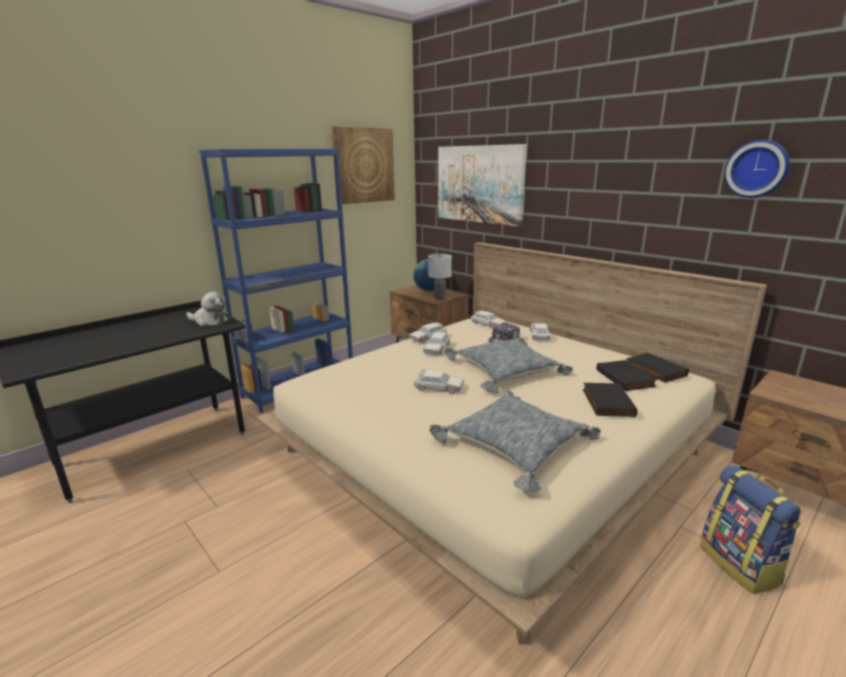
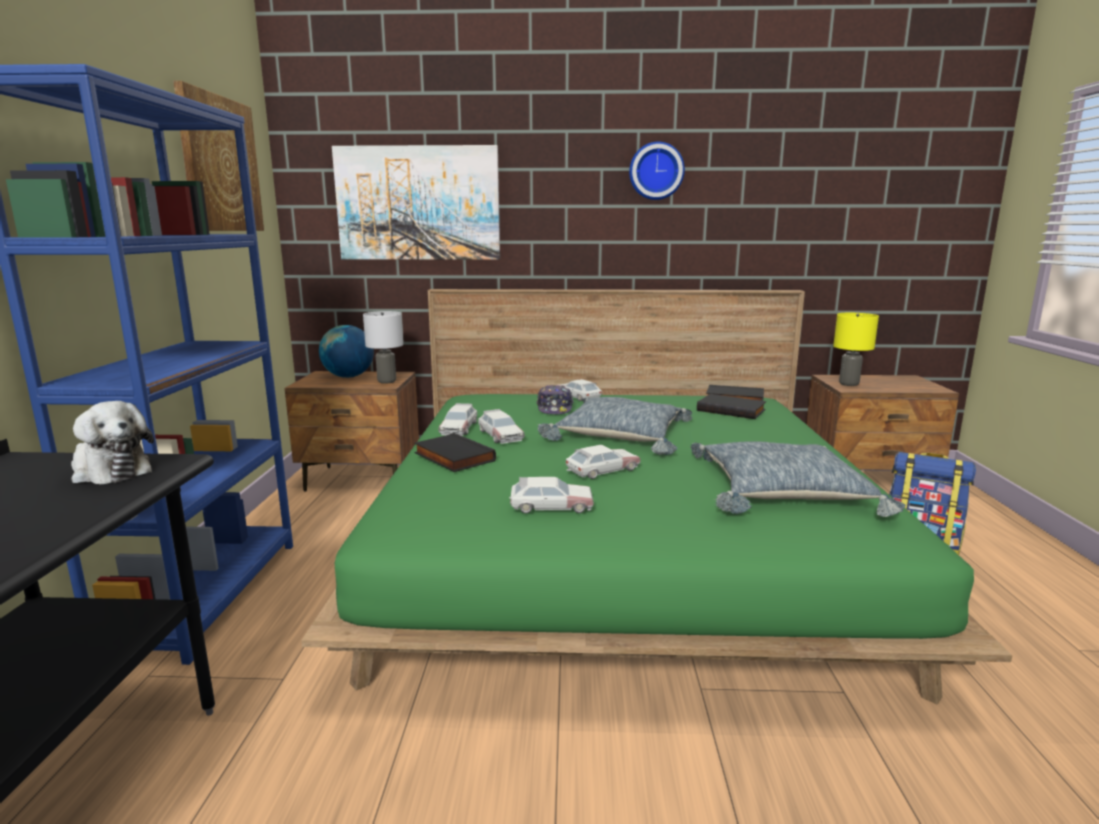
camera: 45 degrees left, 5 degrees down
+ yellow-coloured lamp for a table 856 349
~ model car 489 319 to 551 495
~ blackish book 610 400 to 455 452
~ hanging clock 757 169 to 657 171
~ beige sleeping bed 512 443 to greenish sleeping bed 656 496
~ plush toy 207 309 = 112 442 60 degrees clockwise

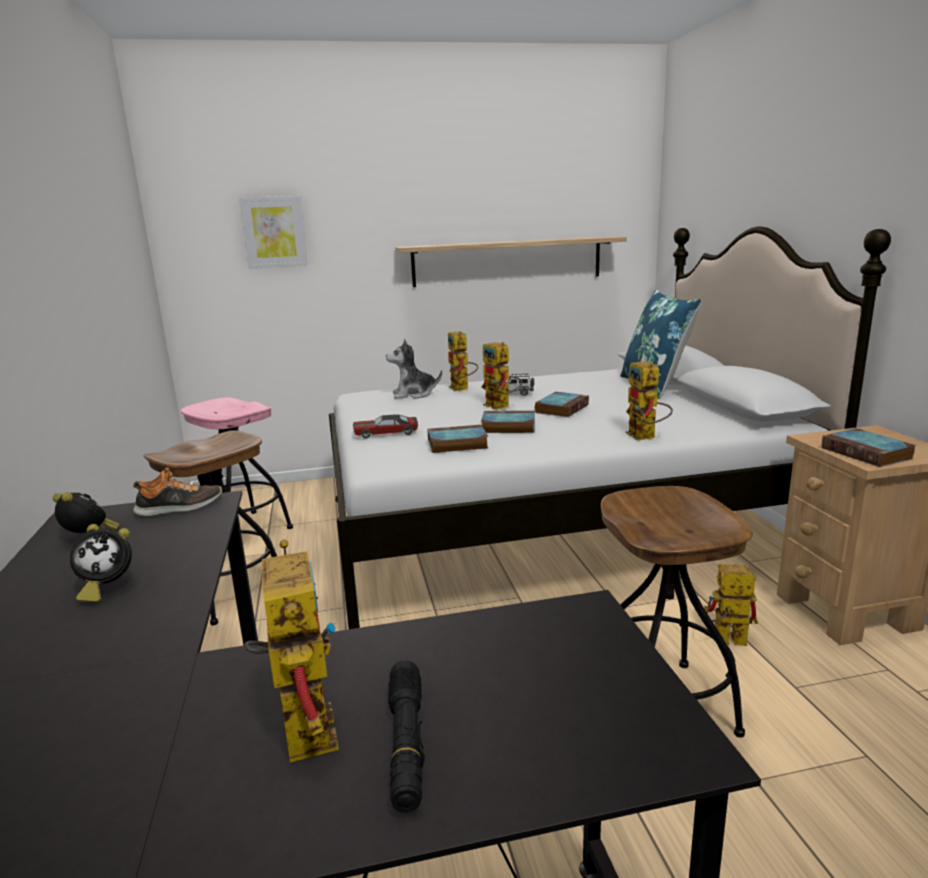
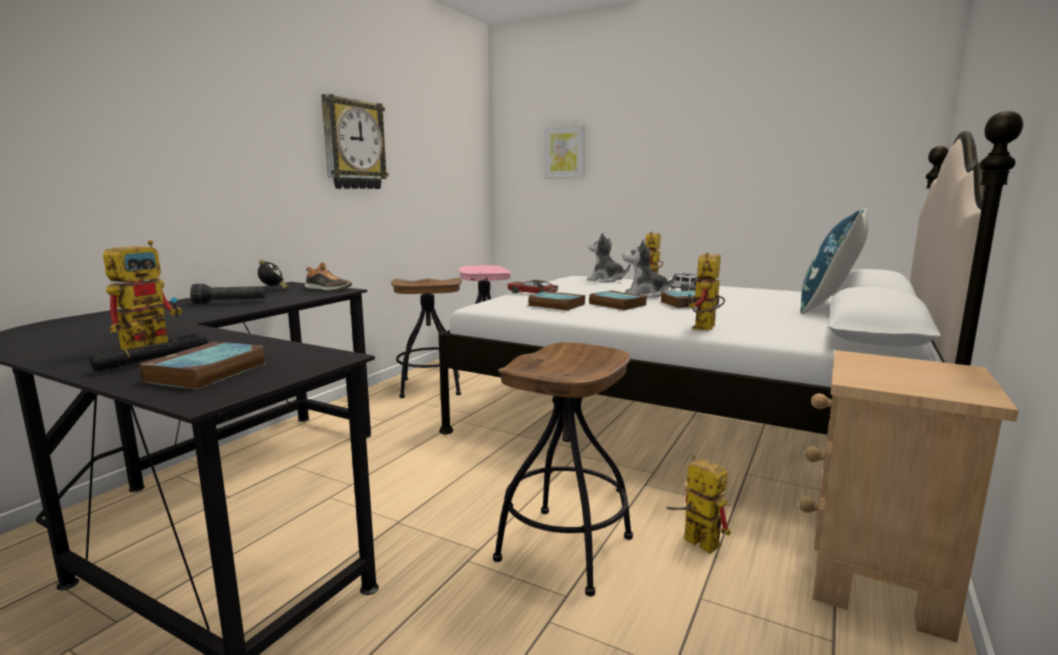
camera: 40 degrees right, 5 degrees down
- shelf 511 262
+ hanging clock 355 141
~ book 868 447 to 202 365
~ bedside clock 101 563 to blackish hand torch 228 294
~ toy robot 501 376 to plush toy 649 269

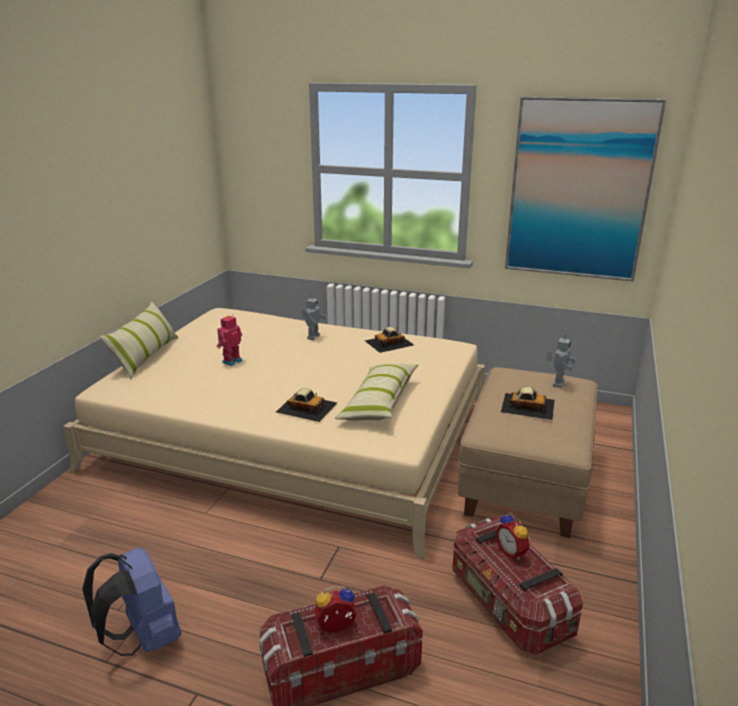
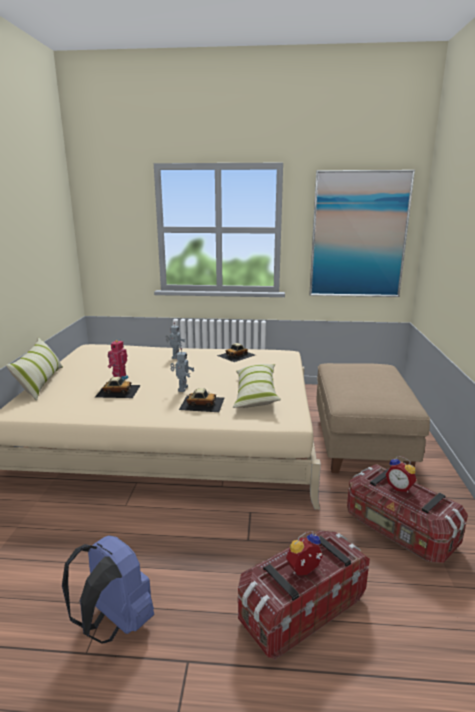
camera: 15 degrees left, 5 degrees down
~ model car 528 403 to 118 387
~ toy robot 561 361 to 182 370

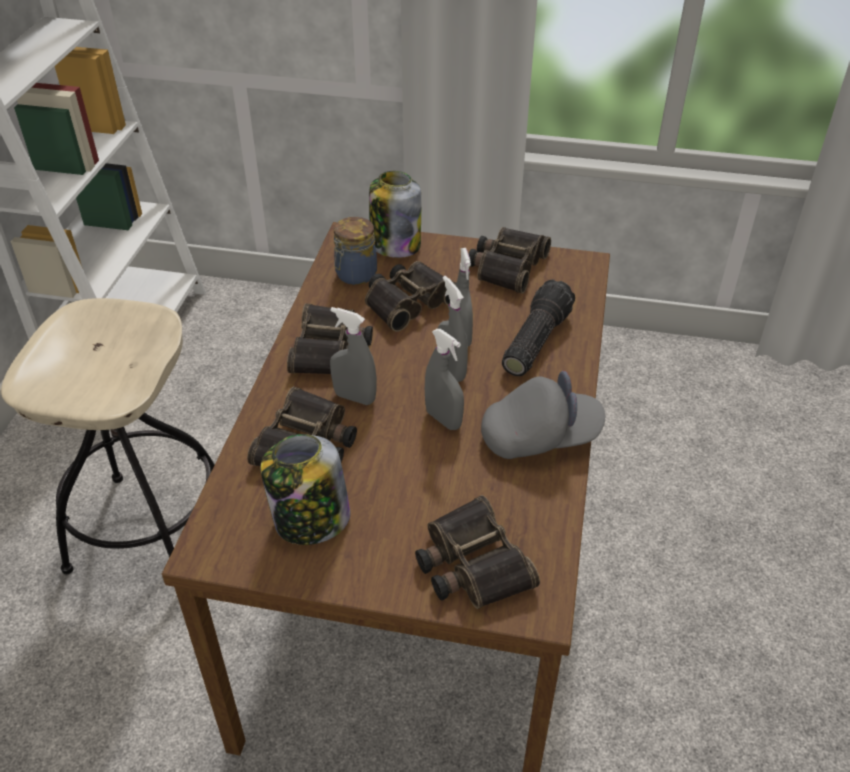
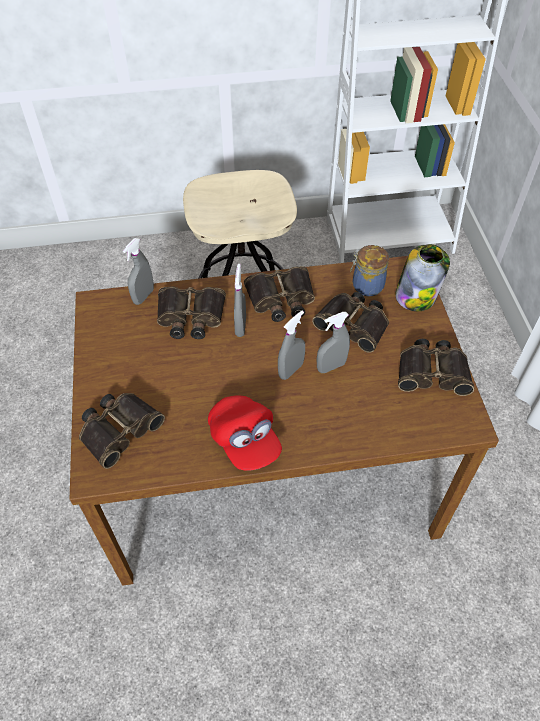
camera: 70 degrees right, 10 degrees up
- preserve jar 305 489
- hand torch 538 328
~ gray hand sprayer 444 379 to 138 271
~ gray cap 543 415 to reddish cap 245 433

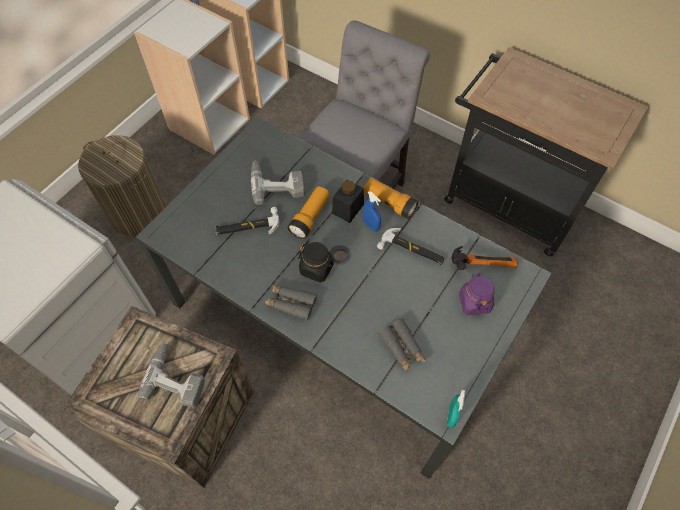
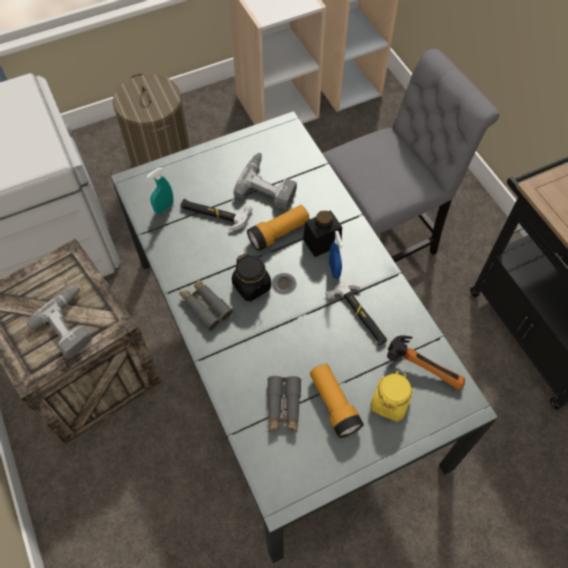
camera: 30 degrees right, 0 degrees up
~ hand torch 391 198 to 337 401
~ turquoise-coloured hand sprayer 456 409 to 160 190
~ purple preserve jar 476 294 to yellow-coloured preserve jar 391 395

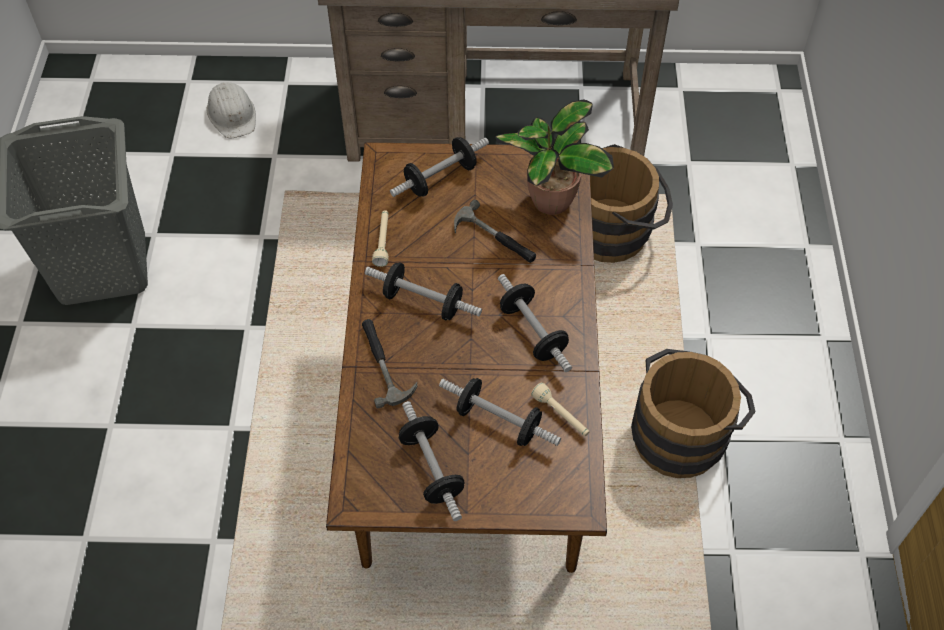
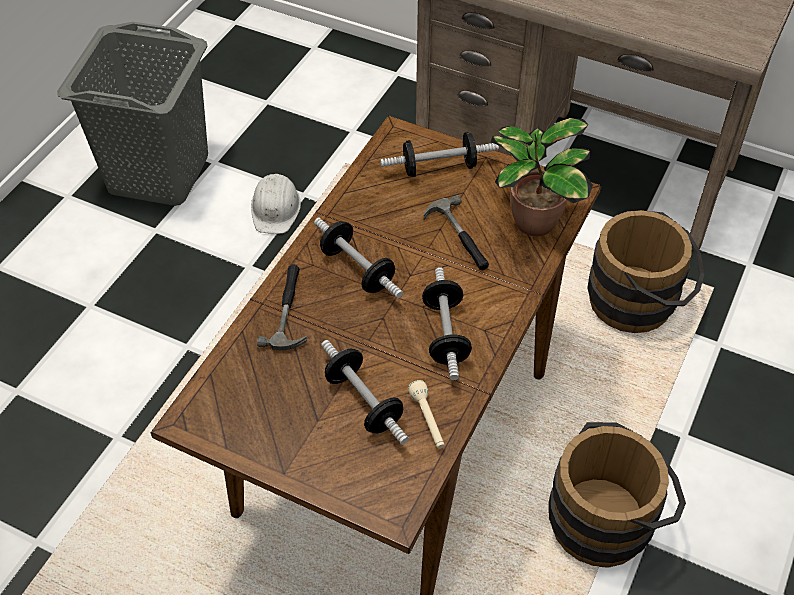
camera: 25 degrees right, 5 degrees down
- beige hand torch 380 238
- dumbbell 432 461
~ white hard hat 231 110 to 276 204

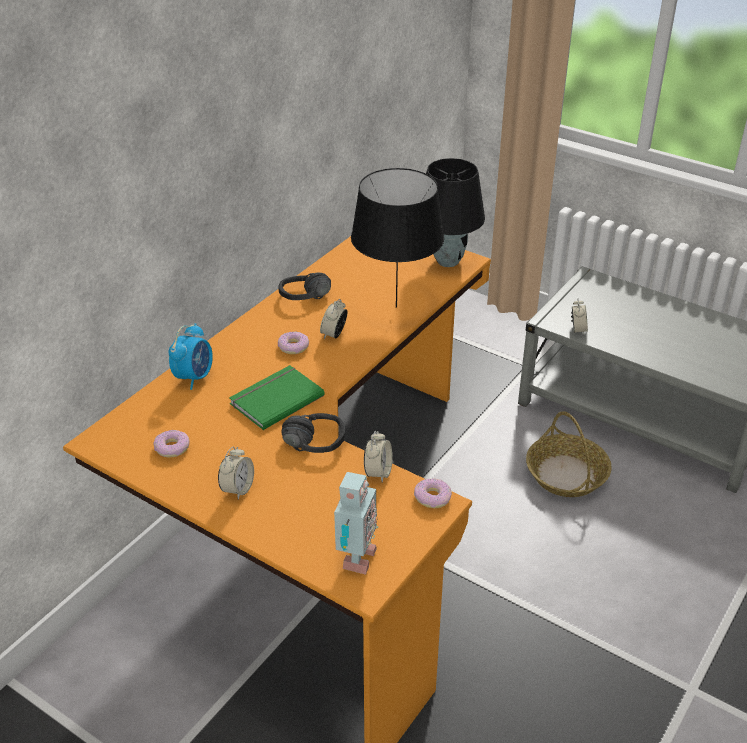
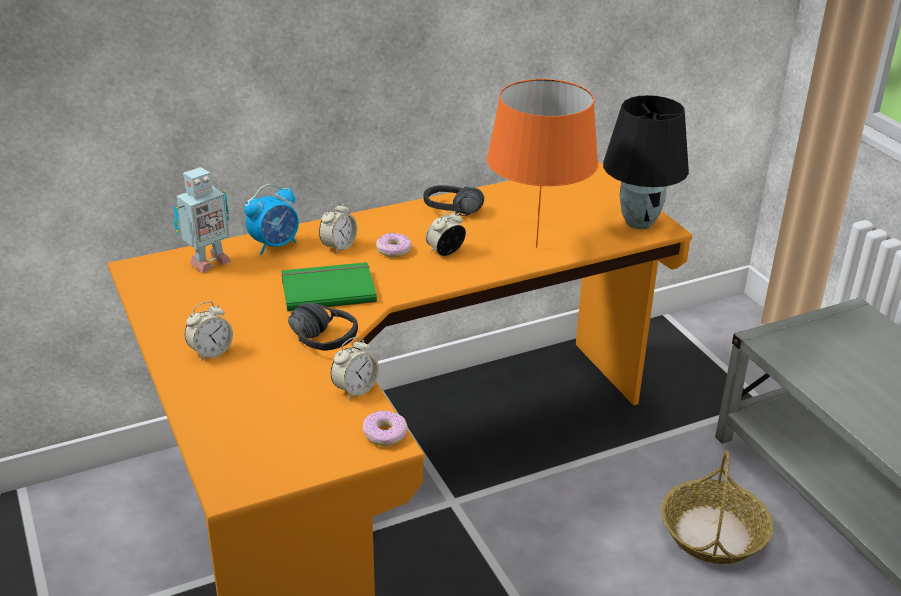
camera: 30 degrees right, 5 degrees down
- donut 172 444
~ toy robot 356 523 to 202 220
~ bedside clock 579 316 to 338 227
~ blackish lamp for a table 397 238 to orange lamp for a table 542 163

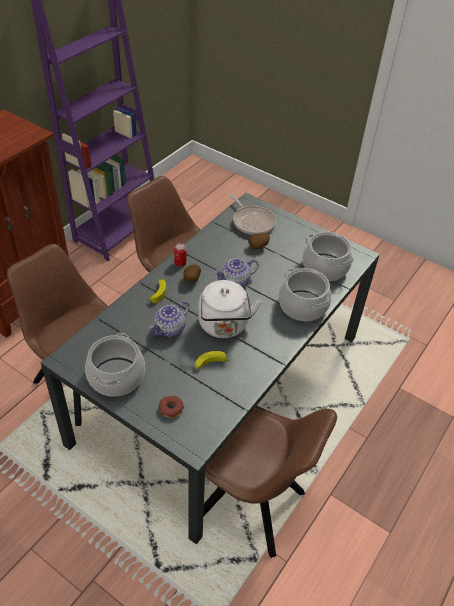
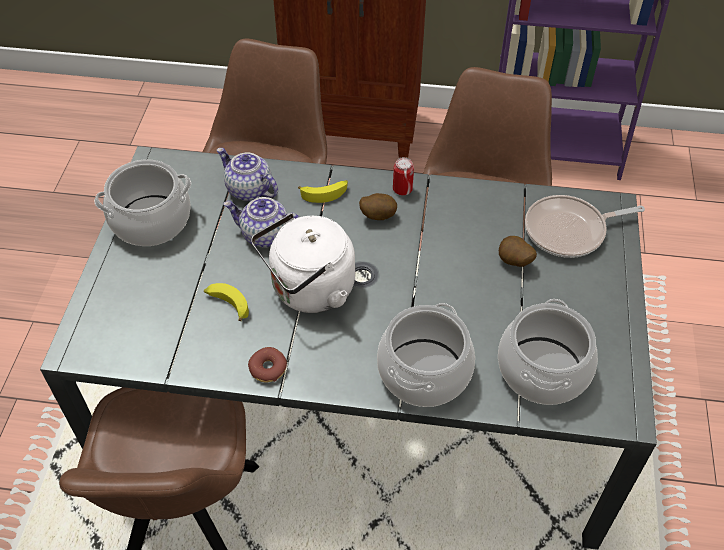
camera: 65 degrees right, 5 degrees up
~ donut 171 407 to 267 364
~ teapot 236 272 to 247 174
~ frying pan 253 214 = 585 226 45 degrees clockwise

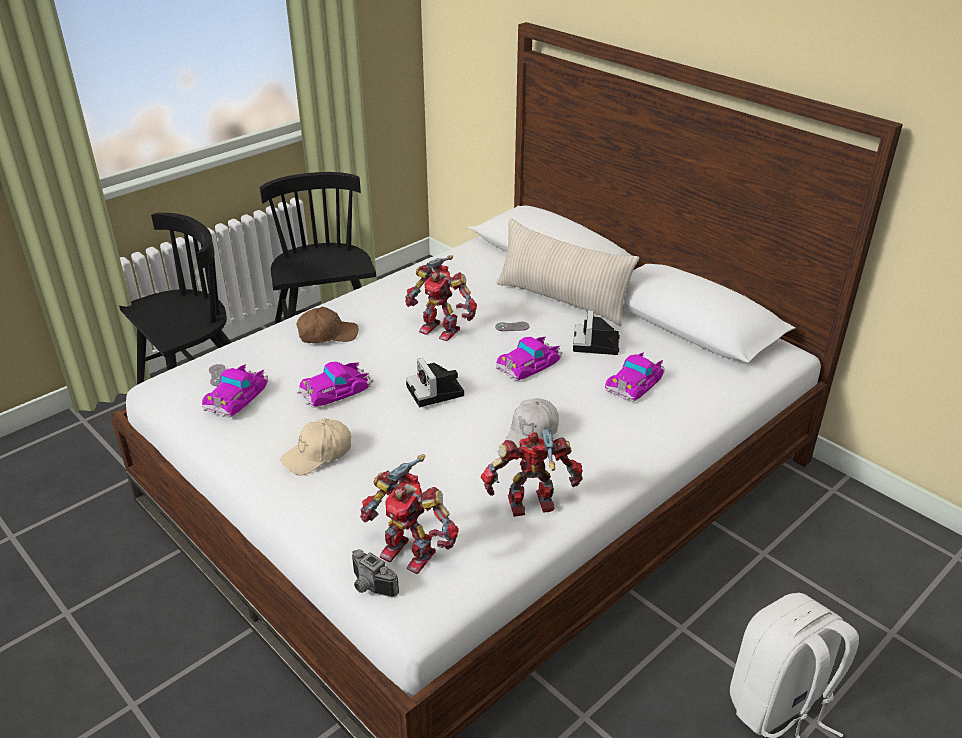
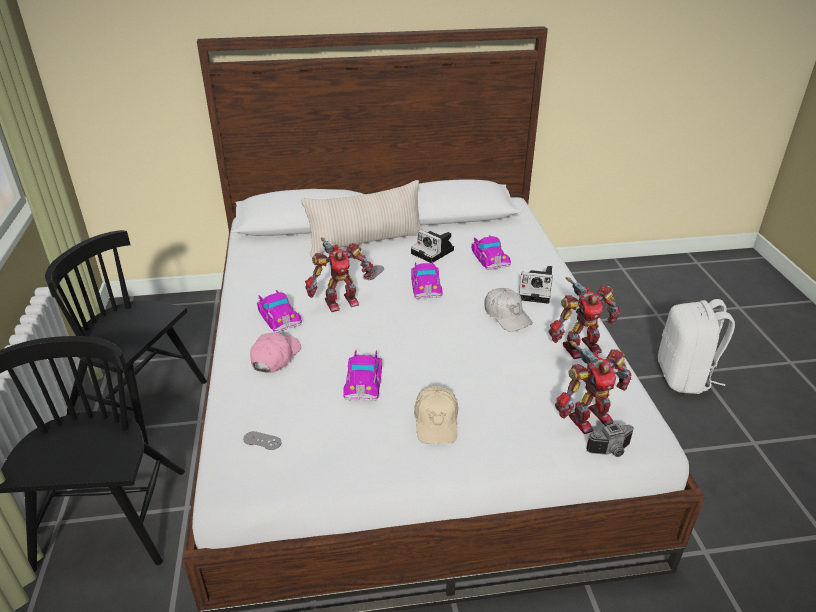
camera: 55 degrees left, 0 degrees up
~ model car 235 390 to 279 311
~ still camera 435 382 to 536 285
~ brown-coloured cap 327 325 to pinkish cap 275 353
~ toy robot 532 472 = 584 318 135 degrees counterclockwise

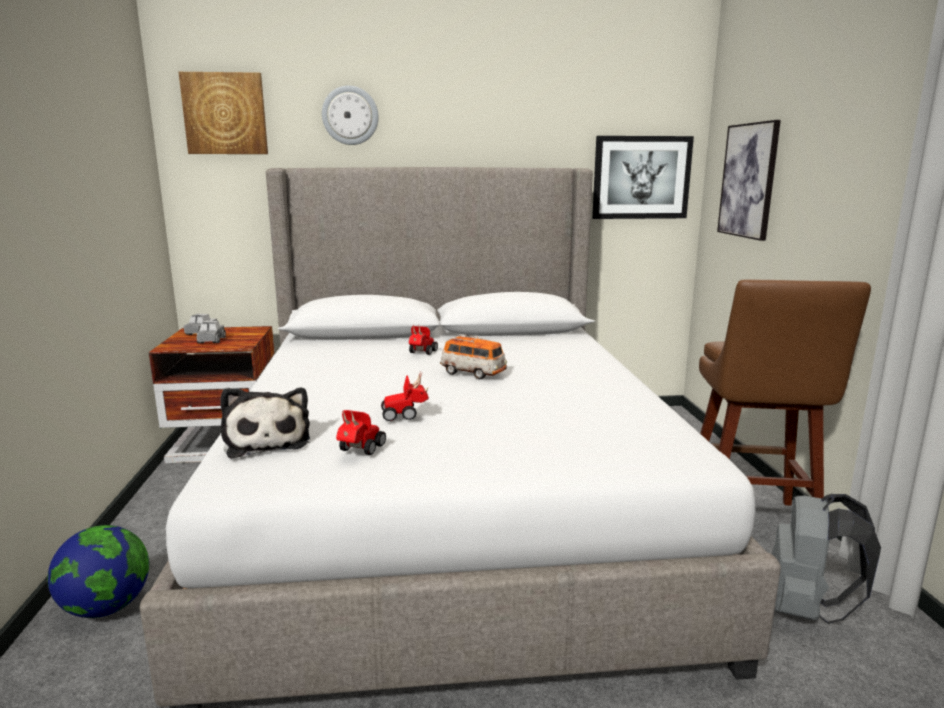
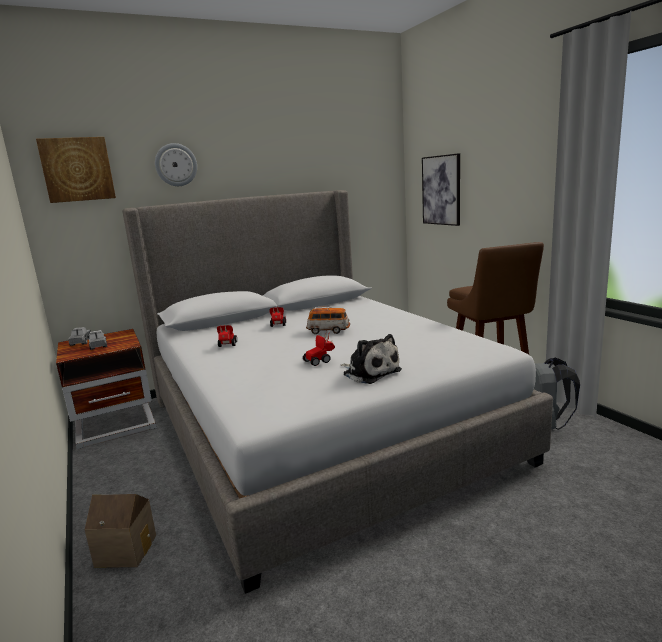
camera: 20 degrees left, 0 degrees up
- wall picture 643 177
~ plush toy 265 423 to 371 359
~ model car 361 432 to 227 336
~ globe 98 571 to miniature house 120 531

